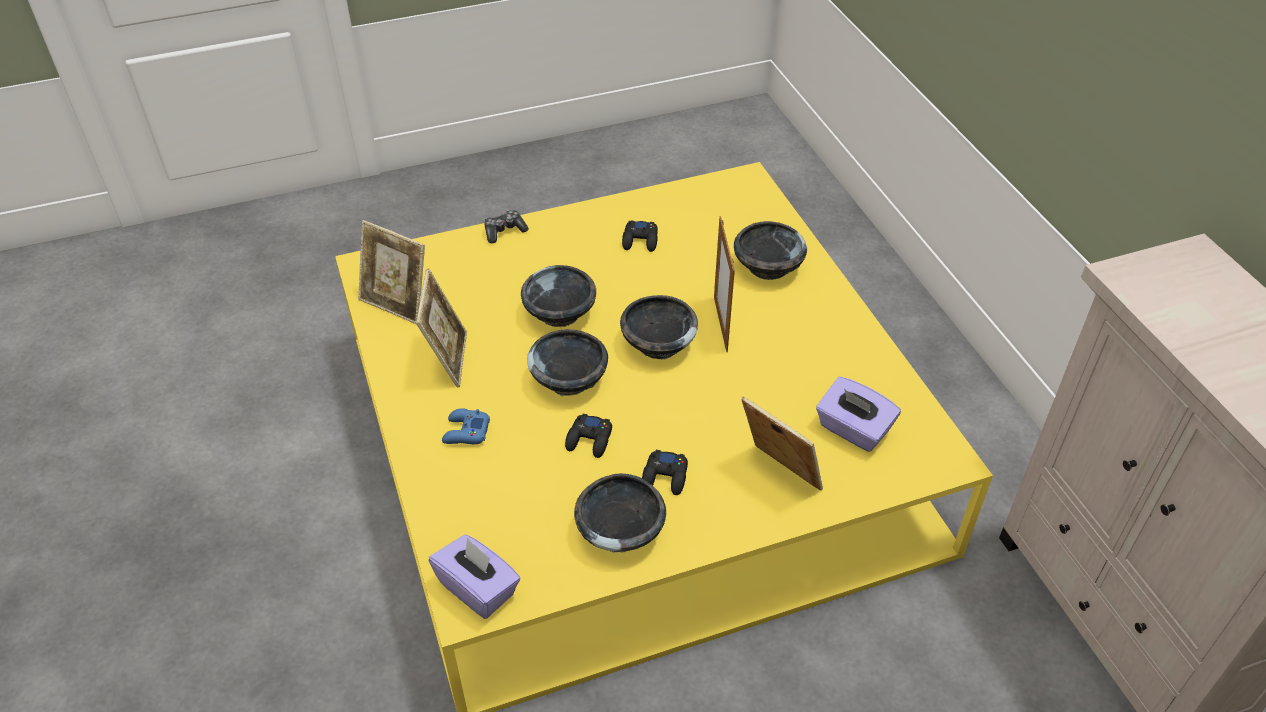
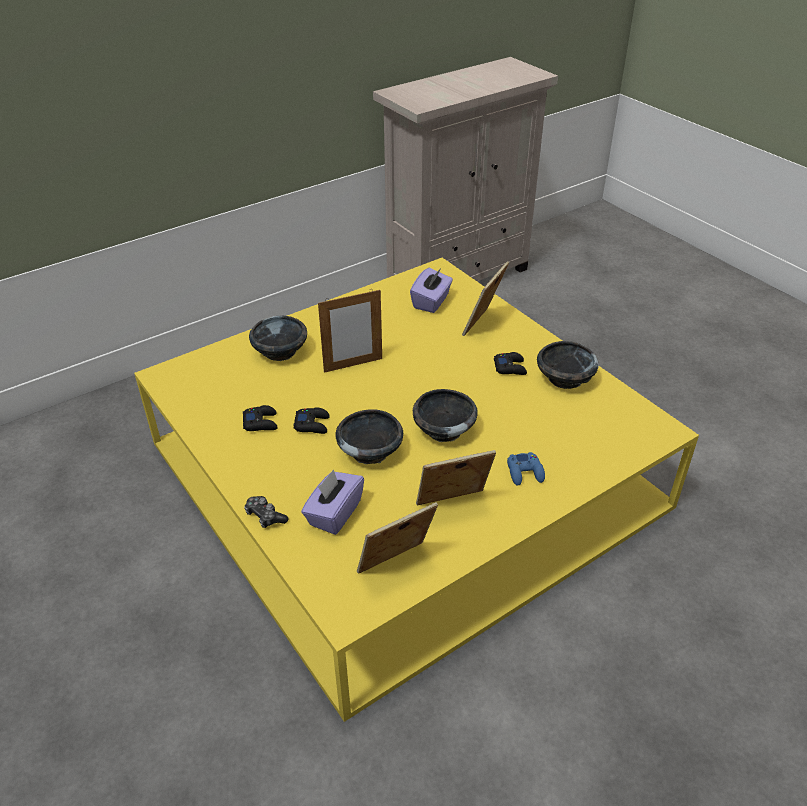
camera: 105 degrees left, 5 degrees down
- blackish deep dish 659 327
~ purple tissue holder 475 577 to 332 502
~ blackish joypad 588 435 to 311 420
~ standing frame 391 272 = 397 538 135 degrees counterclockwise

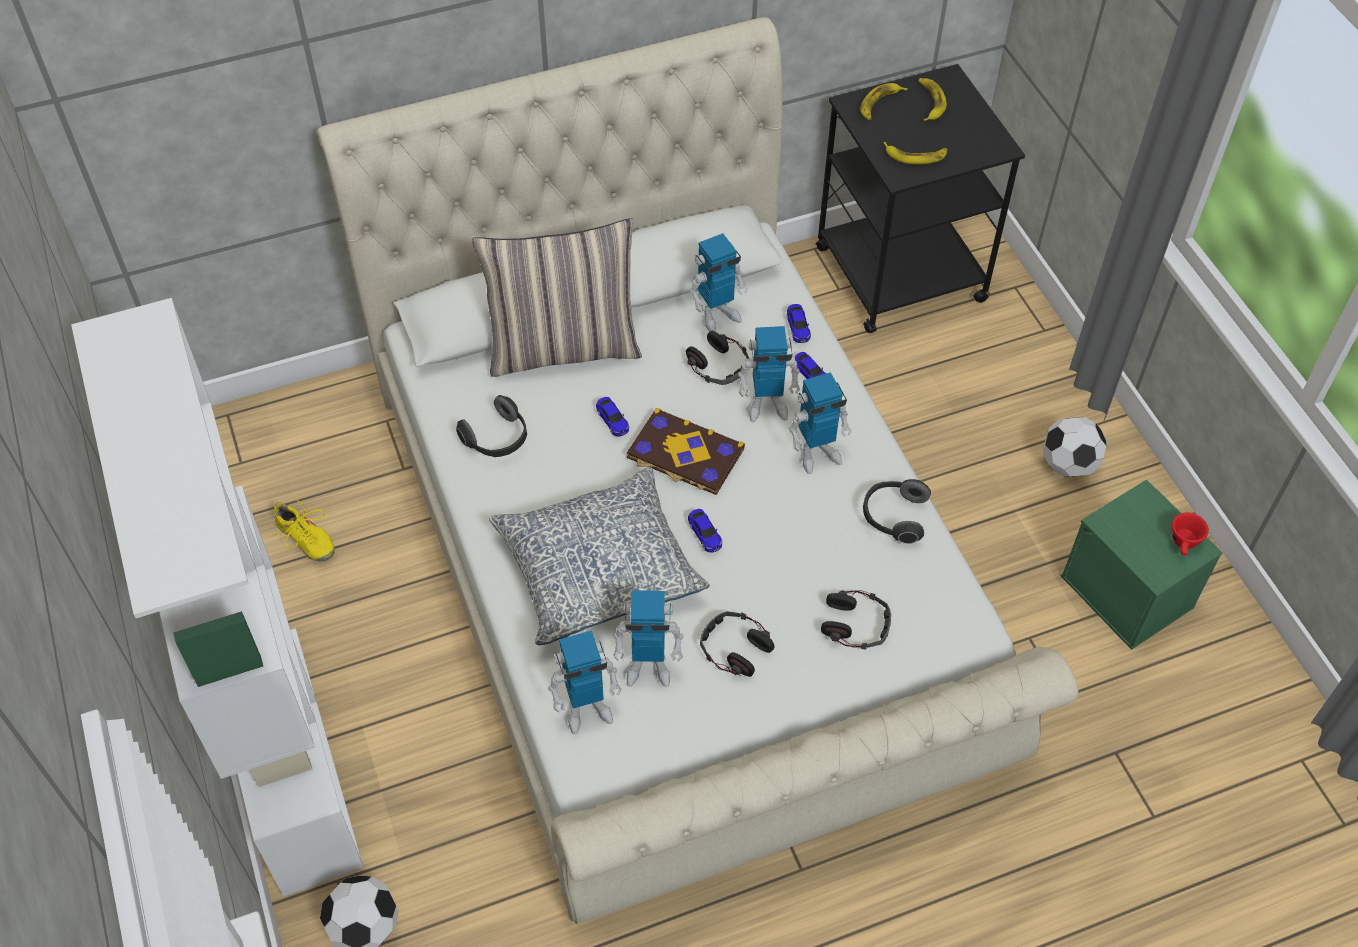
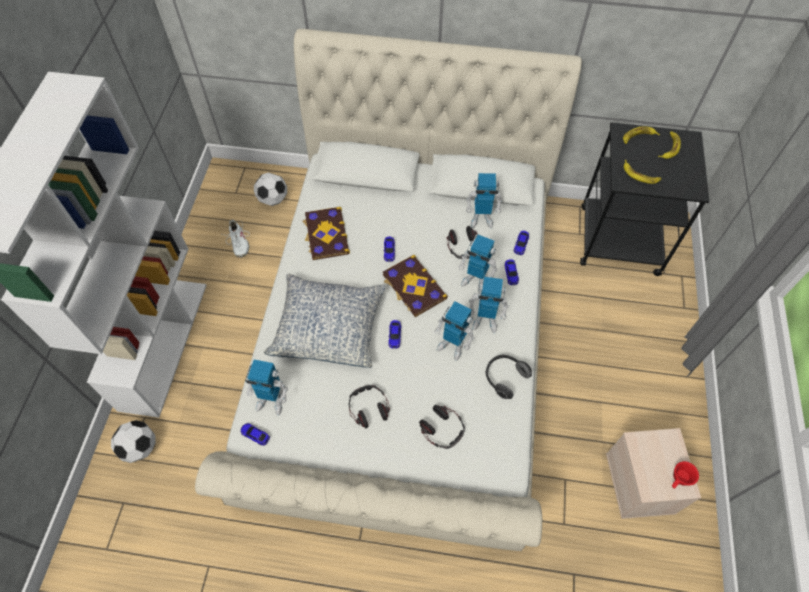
camera: 30 degrees right, 5 degrees up
- pillow 557 297
+ model car 255 434
~ toy robot 648 638 to 454 331
~ football 1075 447 to 270 189
~ headphones 491 426 to book 326 233
~ yellow-coloured low shoe 303 529 to white low shoe 236 238
~ greenish storage container 1142 564 to beige storage container 653 473

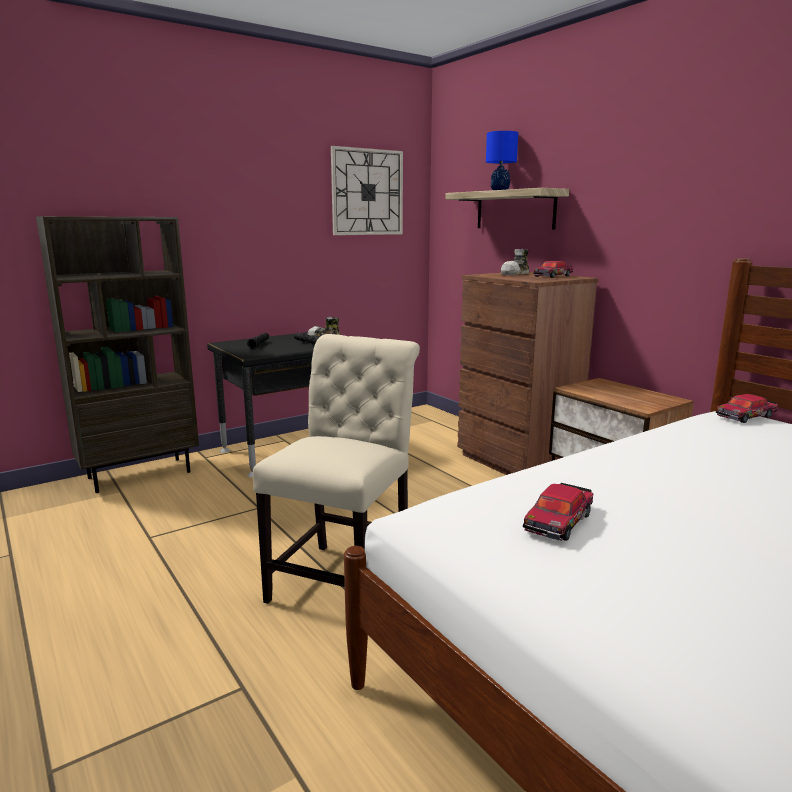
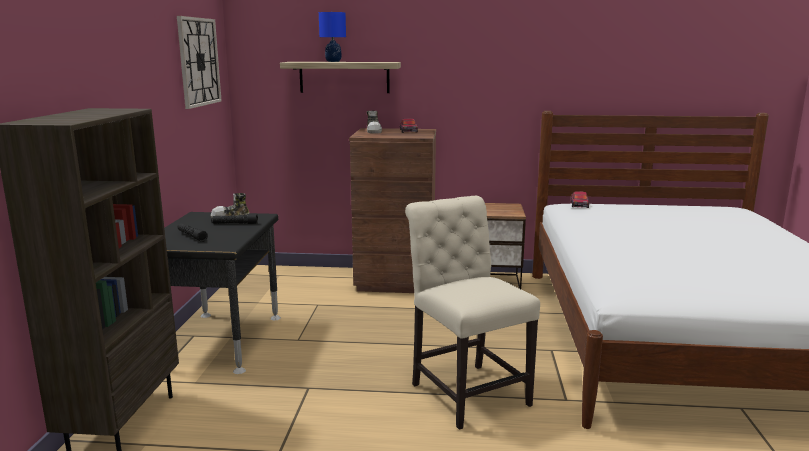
camera: 50 degrees left, 0 degrees up
- model car 558 512

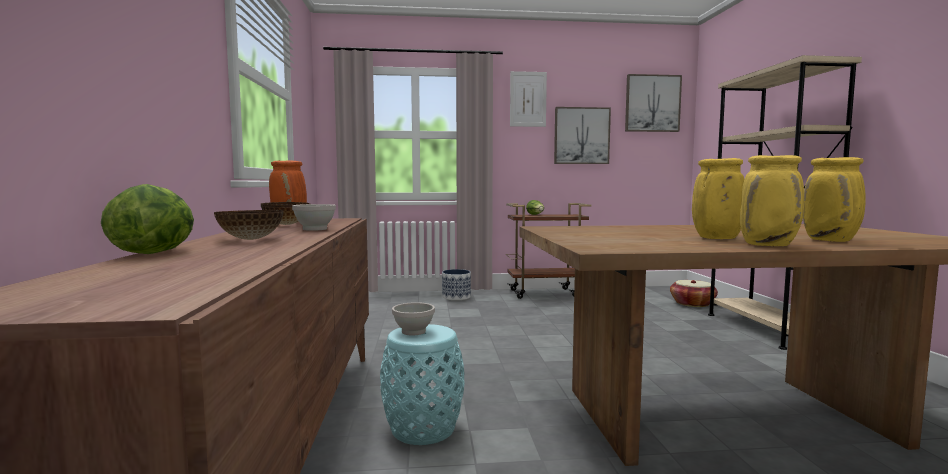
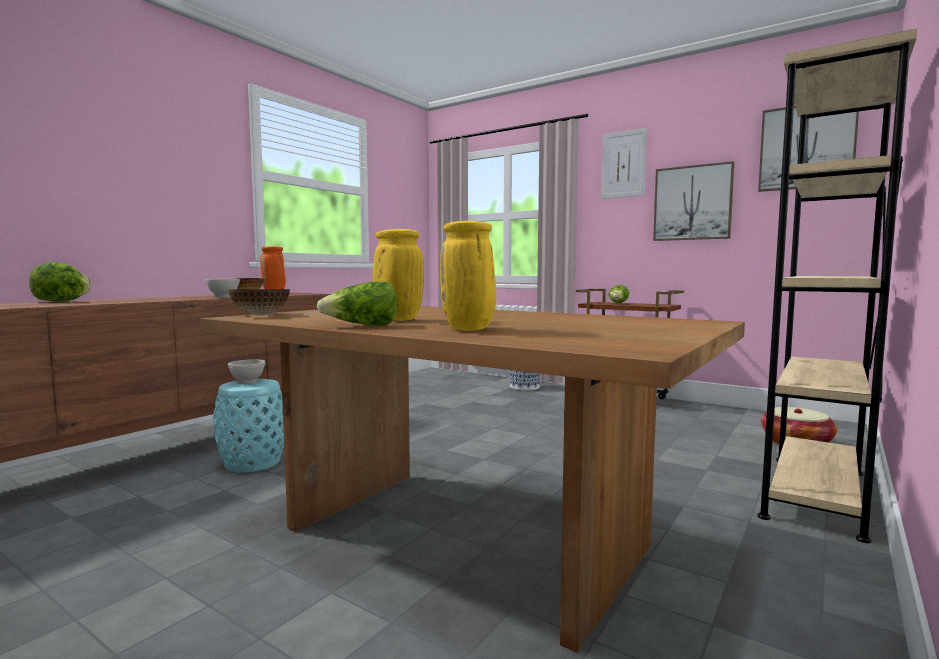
camera: 40 degrees right, 0 degrees up
~ deep dish 249 225 to 259 302
~ yellow-coloured decorative vase 772 200 to lettuce head 357 304

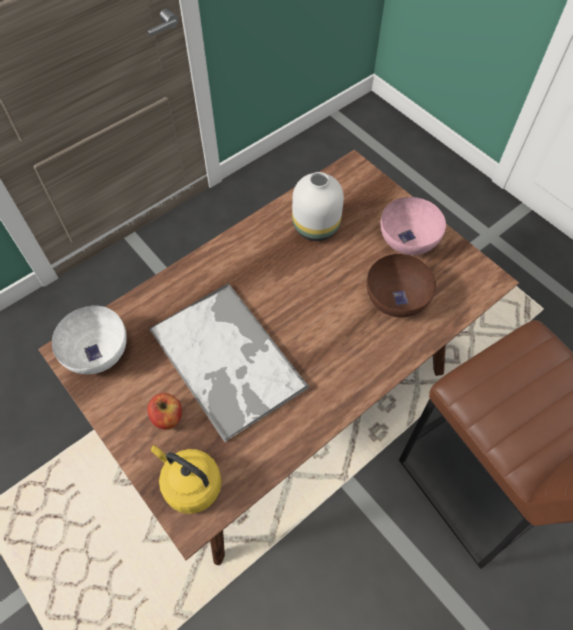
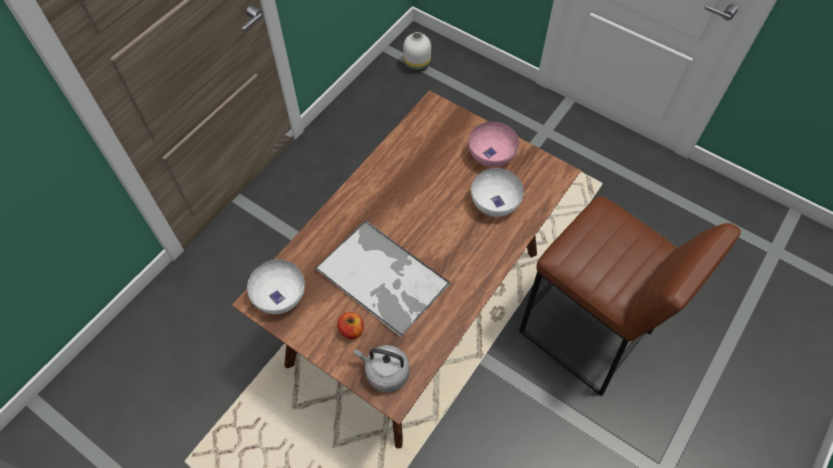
camera: 15 degrees left, 0 degrees up
~ white decorative vase 318 206 to 417 52
~ yellow-coloured kettle 186 479 to gray kettle 382 369
~ brown-coloured deep dish 401 285 to white deep dish 497 192

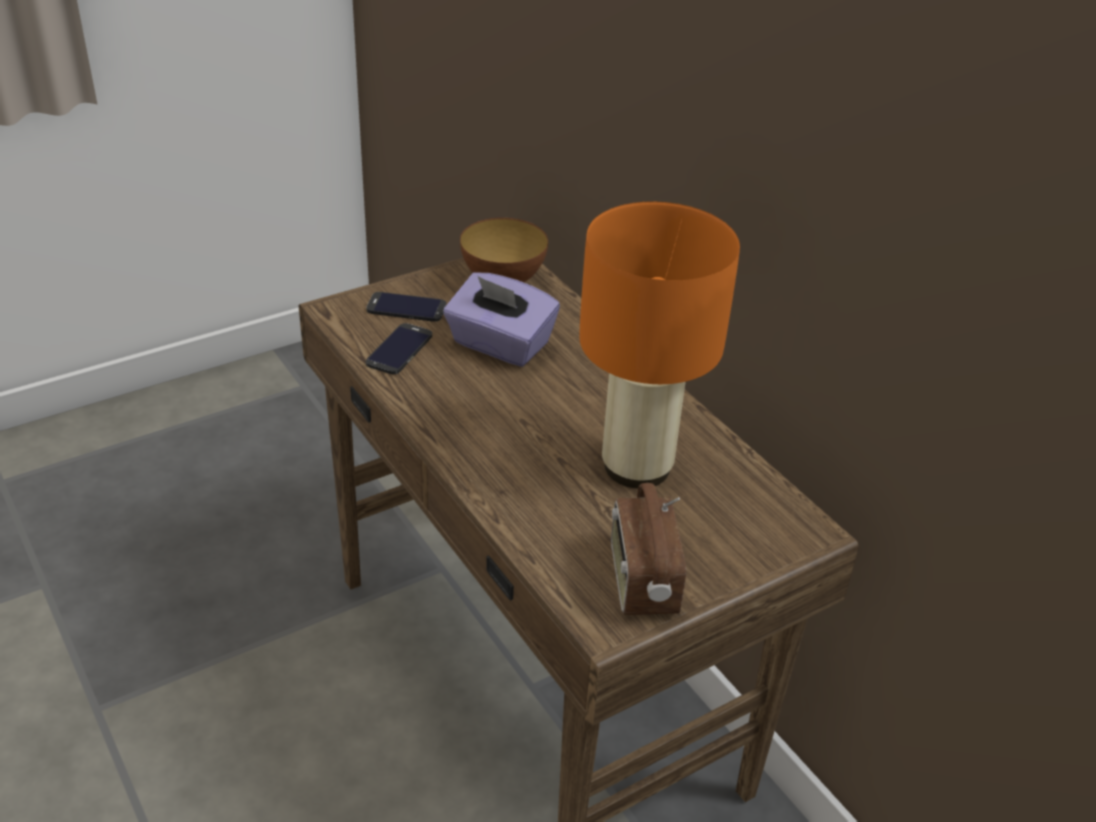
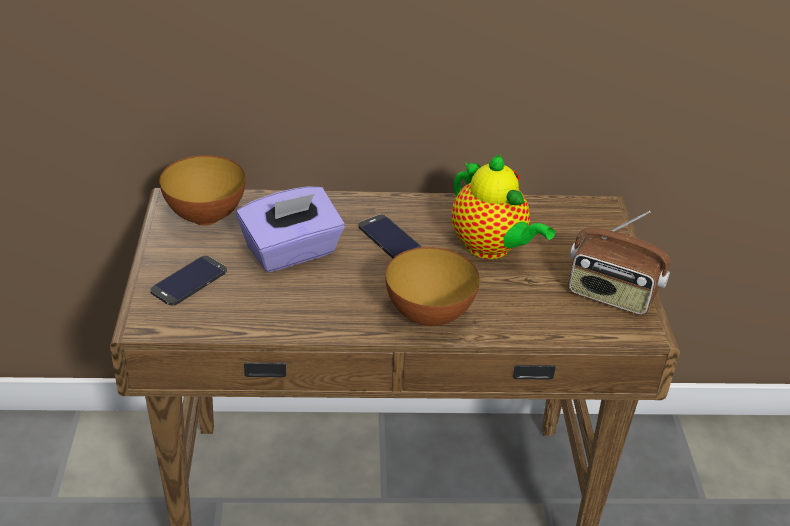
camera: 60 degrees left, 0 degrees up
+ deep dish 432 286
~ handset 399 348 to 390 236
~ orange lamp for a table 660 345 to teapot 503 206

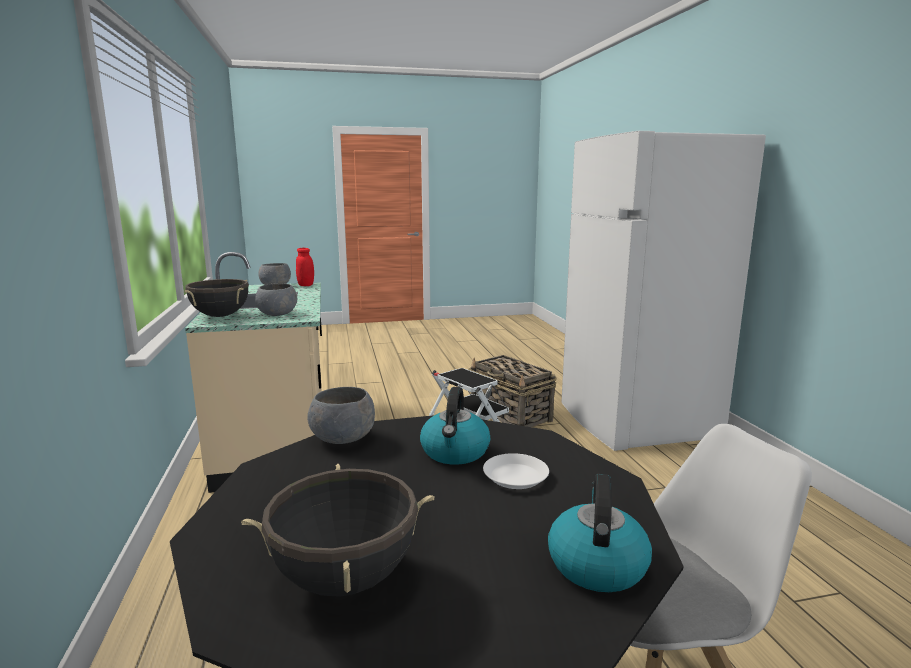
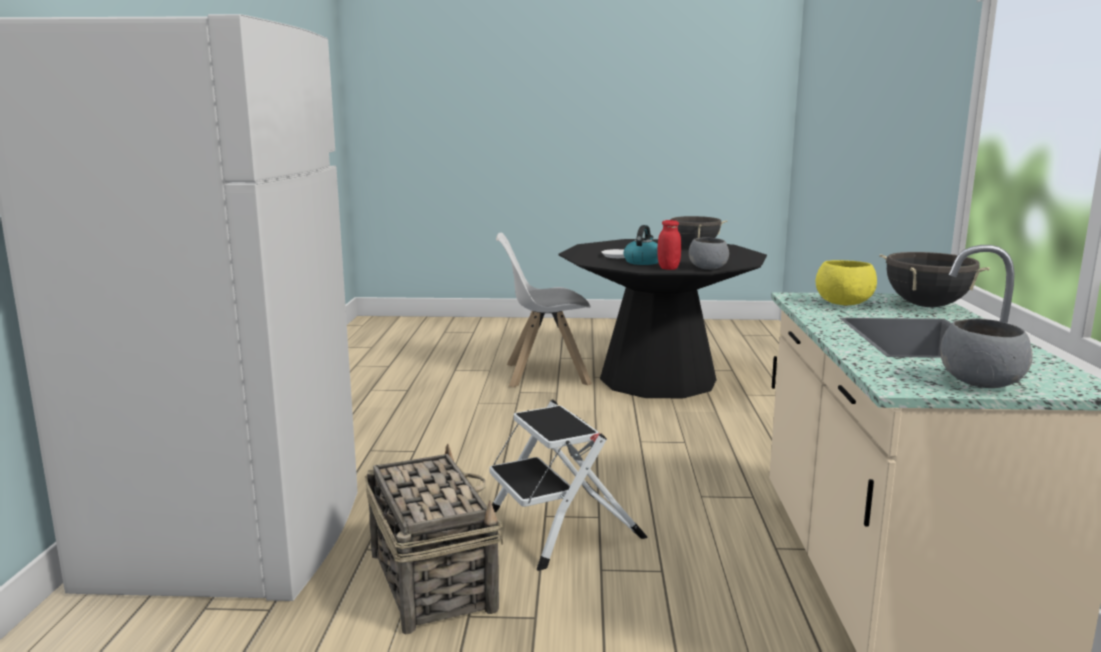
camera: 165 degrees left, 0 degrees up
- kettle 600 533
~ reddish preserve jar 305 267 to 669 245
~ gray deep dish 276 300 to yellow-coloured deep dish 846 282

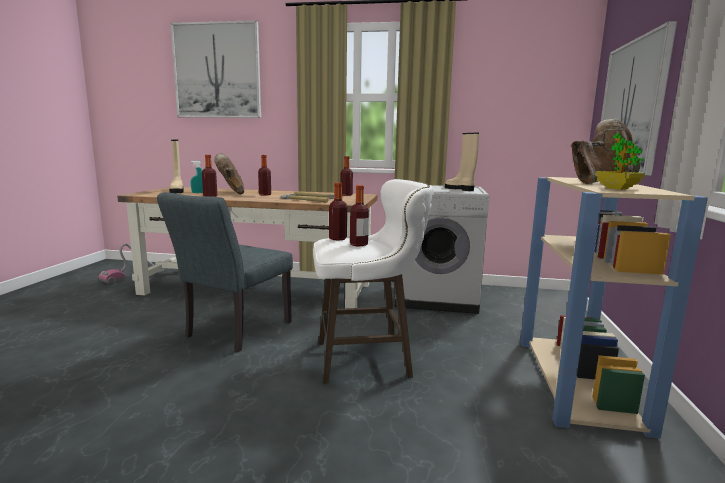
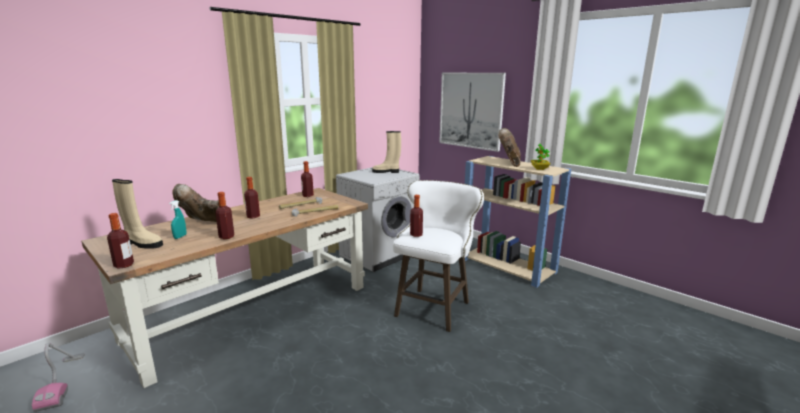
camera: 55 degrees left, 5 degrees up
- gray chair 225 272
- wall picture 215 69
~ drink bottle 359 215 to 120 241

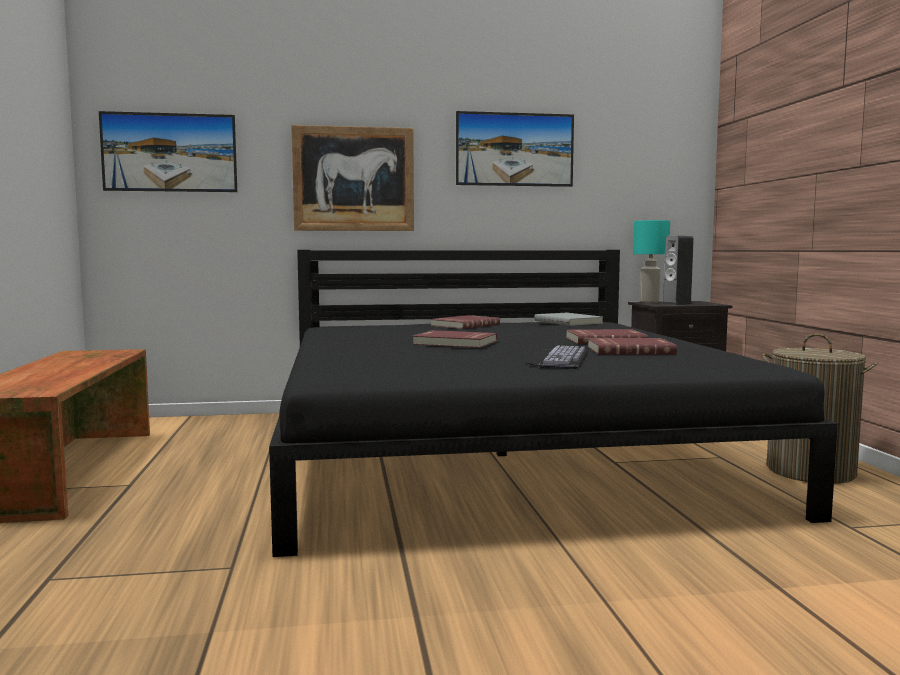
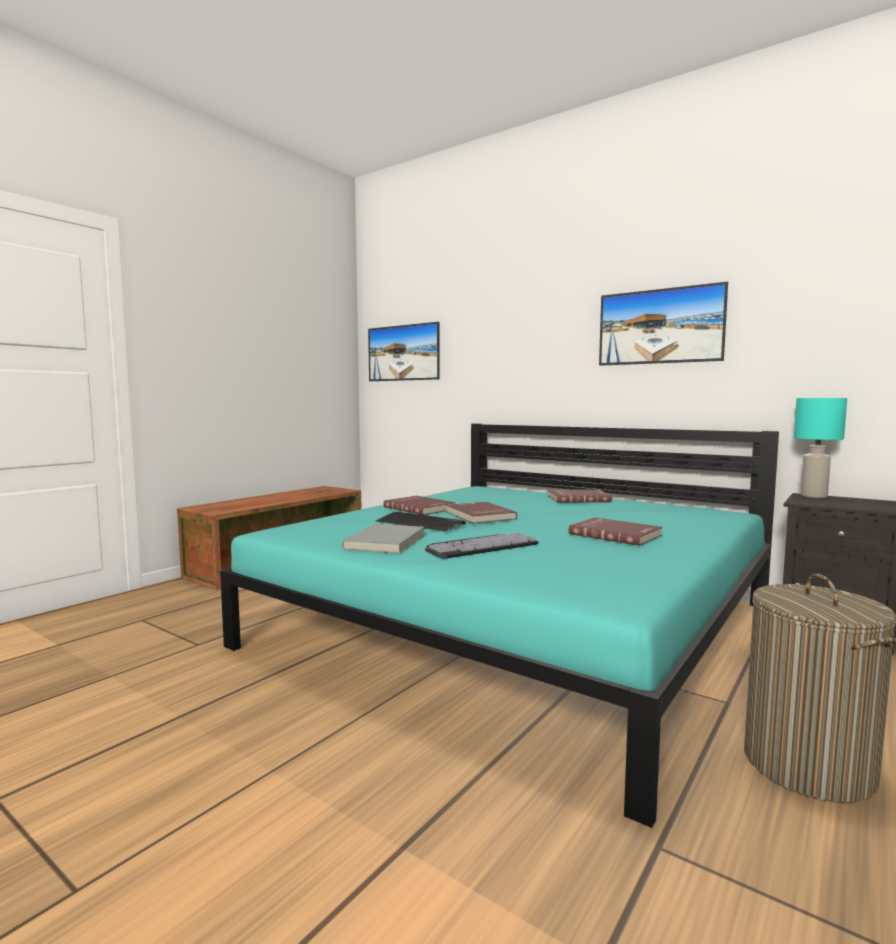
camera: 45 degrees right, 0 degrees up
- wall picture 352 178
- audio speaker 678 271
+ PC keyboard 421 522
~ gray book 568 319 to 383 539
~ reddish book 632 346 to 419 505
~ blackish sleeping bed 553 403 to turquoise-coloured sleeping bed 499 626

